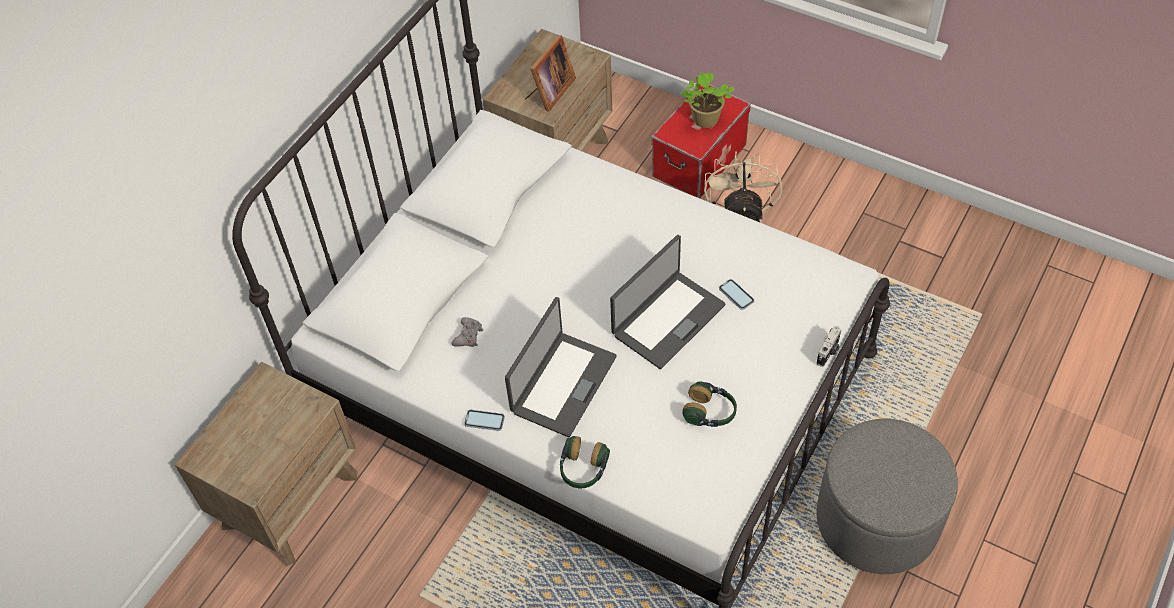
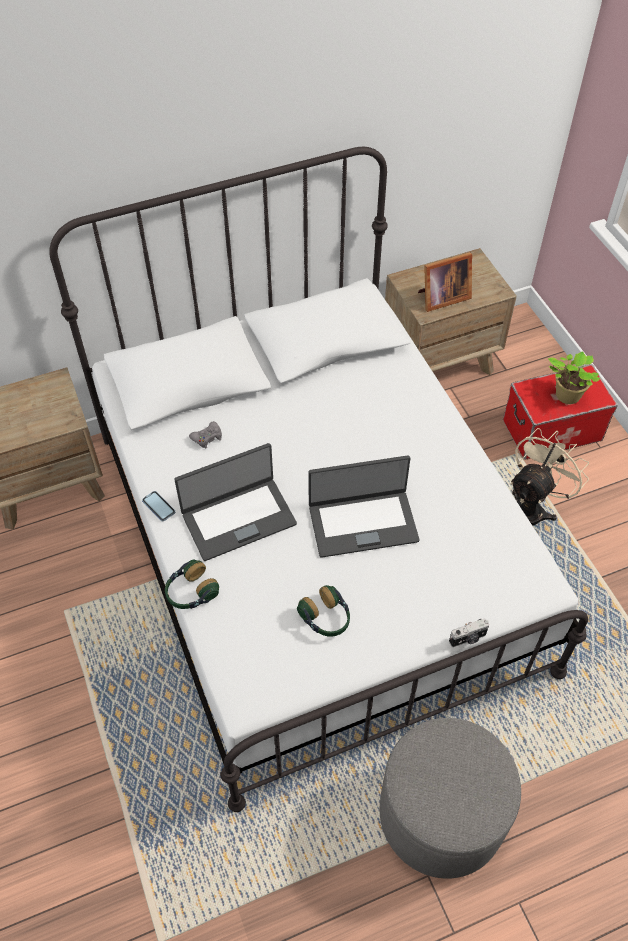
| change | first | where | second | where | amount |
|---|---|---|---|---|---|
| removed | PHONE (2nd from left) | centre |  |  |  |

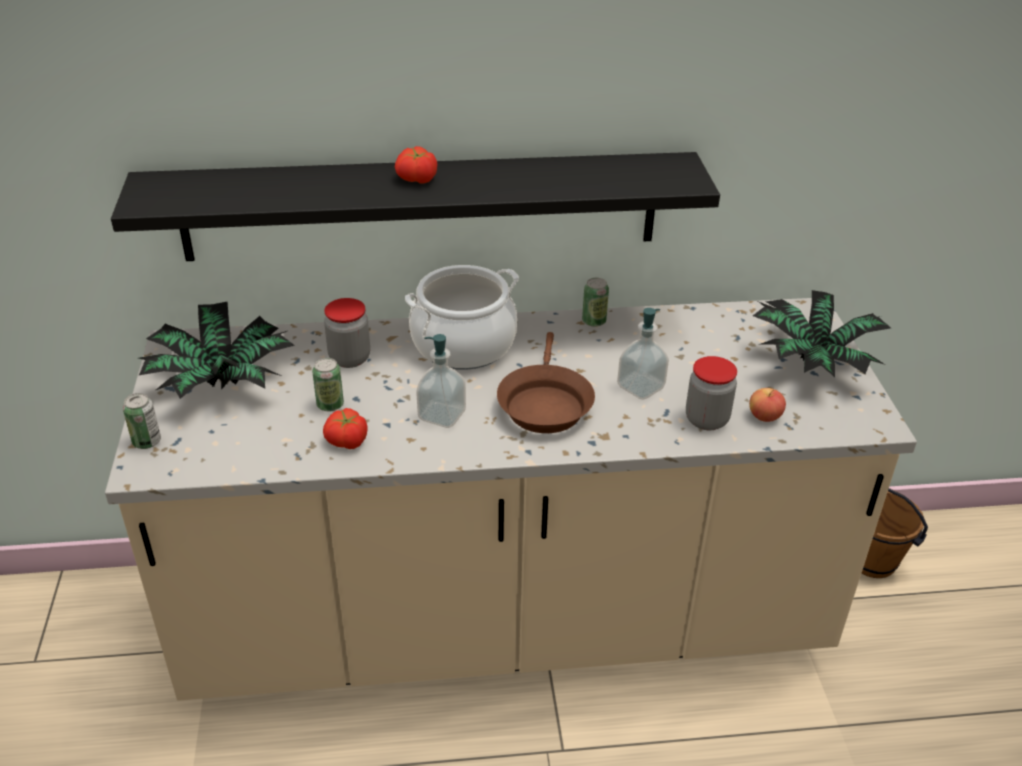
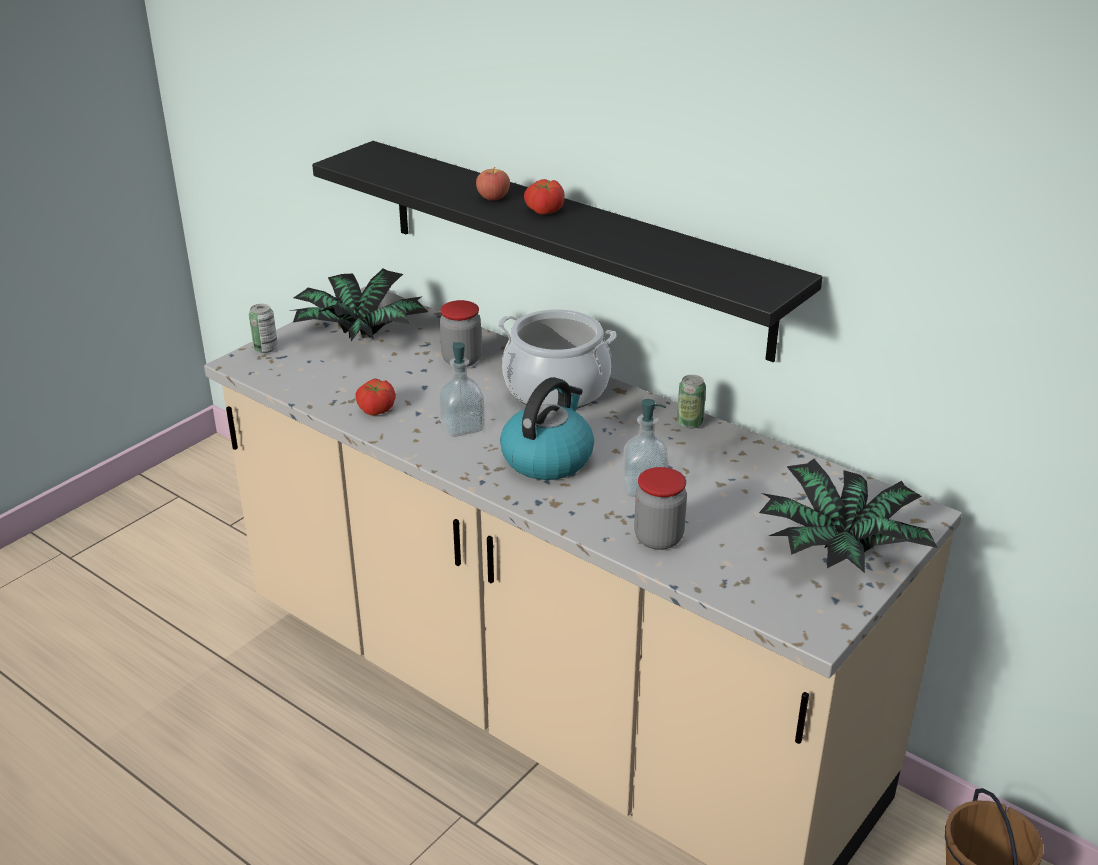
| change | first | where | second | where | amount |
|---|---|---|---|---|---|
| moved | APPLE | middle right |  | top centre |  |
| replaced | BROWN FRYING PAN | centre | KETTLE | centre |  |
| removed | CAN (2nd from left) | middle left |  |  |  |

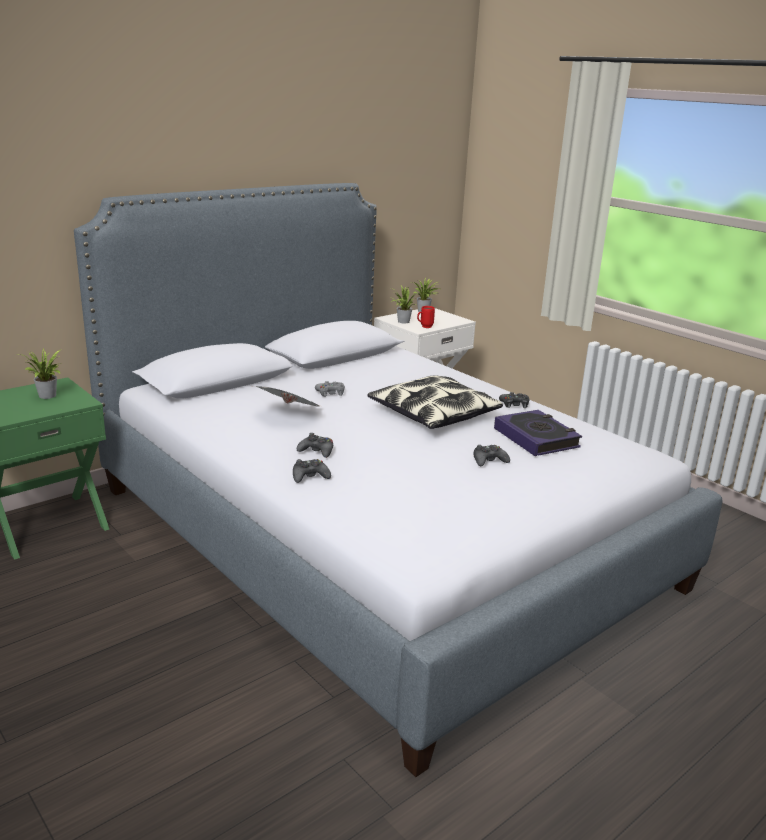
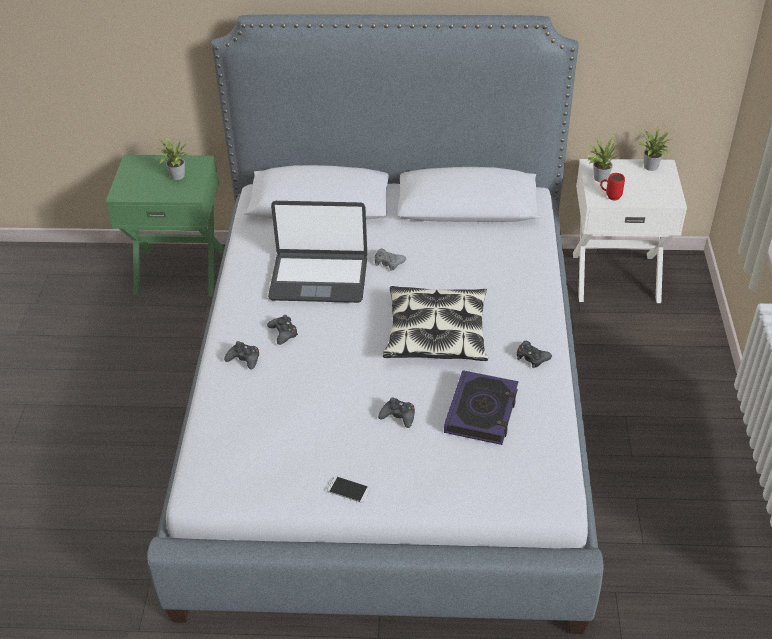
| change | first | where | second | where | amount |
|---|---|---|---|---|---|
| replaced | NEWSPAPER | centre | LAPTOP | centre |  |
| added |  |  | PHONE | bottom centre |  |

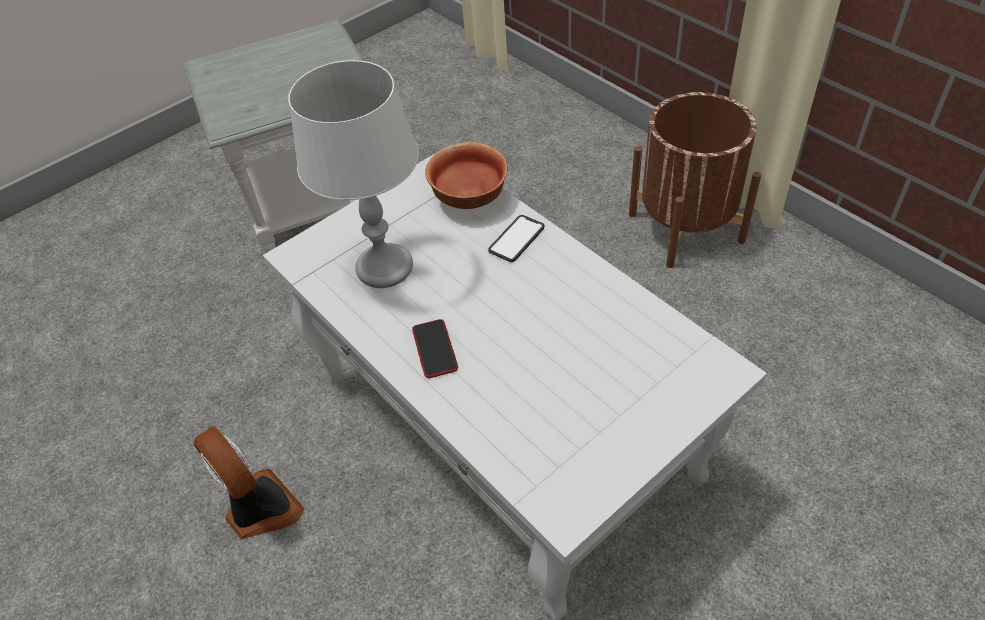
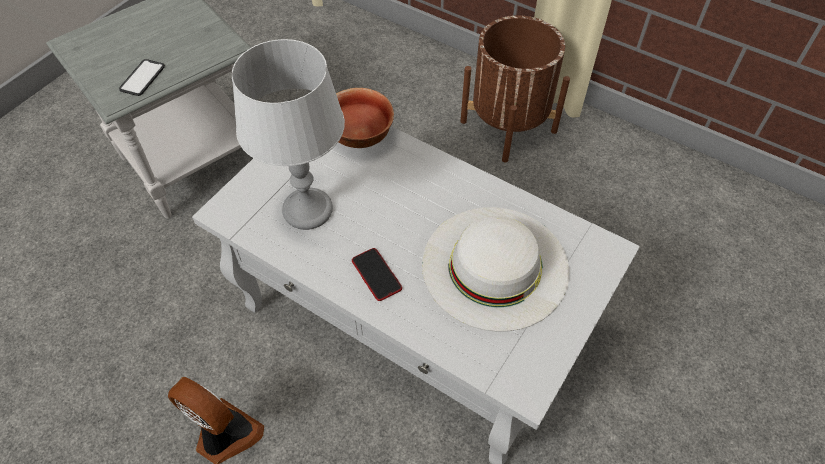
| change | first | where | second | where | amount |
|---|---|---|---|---|---|
| moved | PHONE (2nd from left in the first image) | centre | PHONE (1st from left) | top left |  |
| added |  |  | WHITE HAT | centre |  |

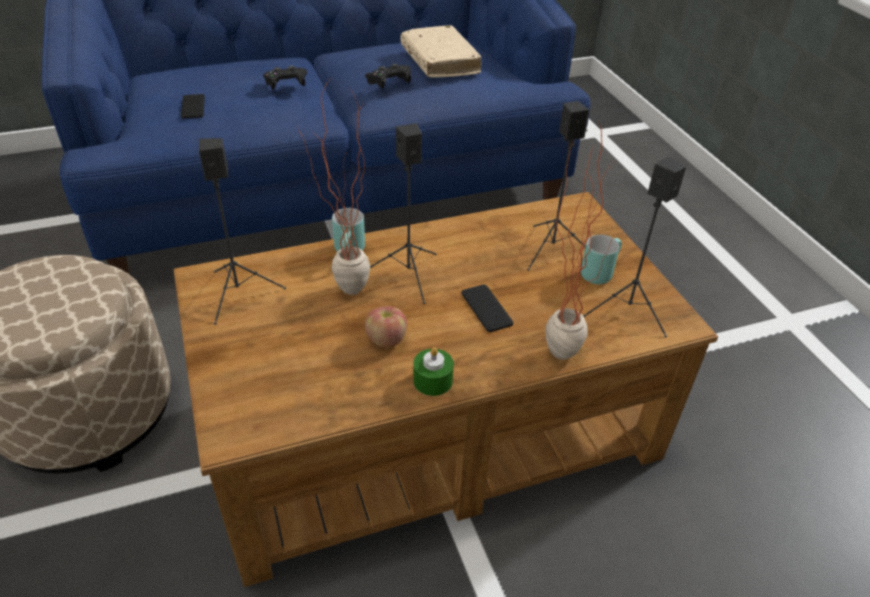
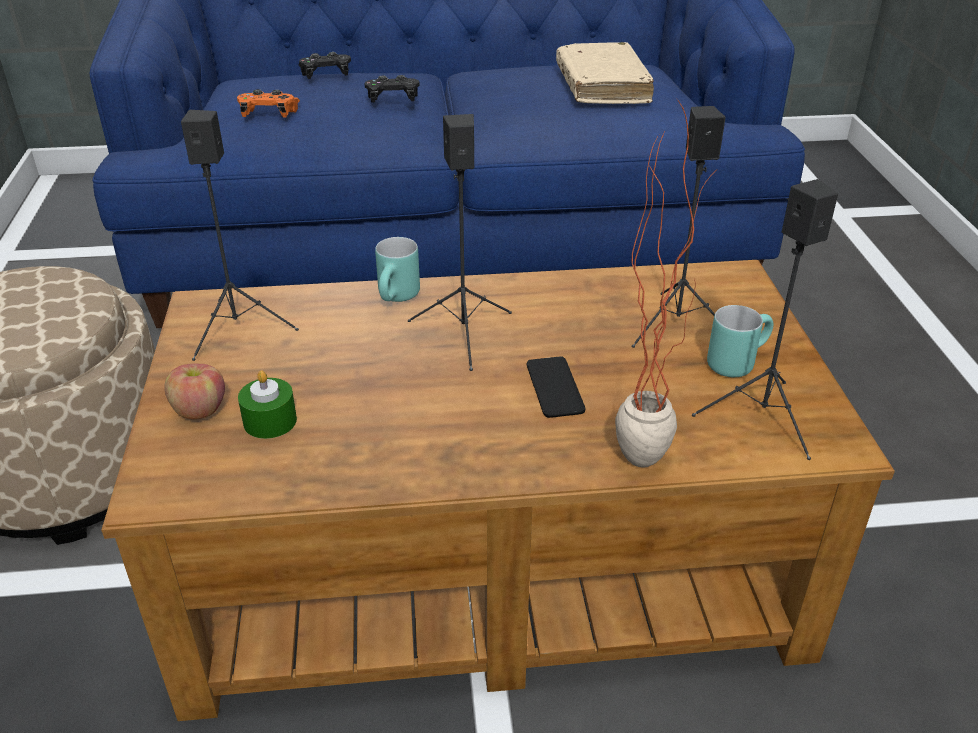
| change | first | where | second | where | amount |
|---|---|---|---|---|---|
| moved | APPLE | centre |  | middle left |  |
| replaced | PHONE (1st from left) | top left | ORANGE GAME CONTROLLER | top left |  |
| moved | GREEN CANDLE | centre |  | middle left |  |
| moved | BLACK GAME CONTROLLER (2nd from left in the first image) | top centre | BLACK GAME CONTROLLER (1st from left) | top left |  |
| removed | POTTED PLANT (1st from left) | top centre |  |  |  |

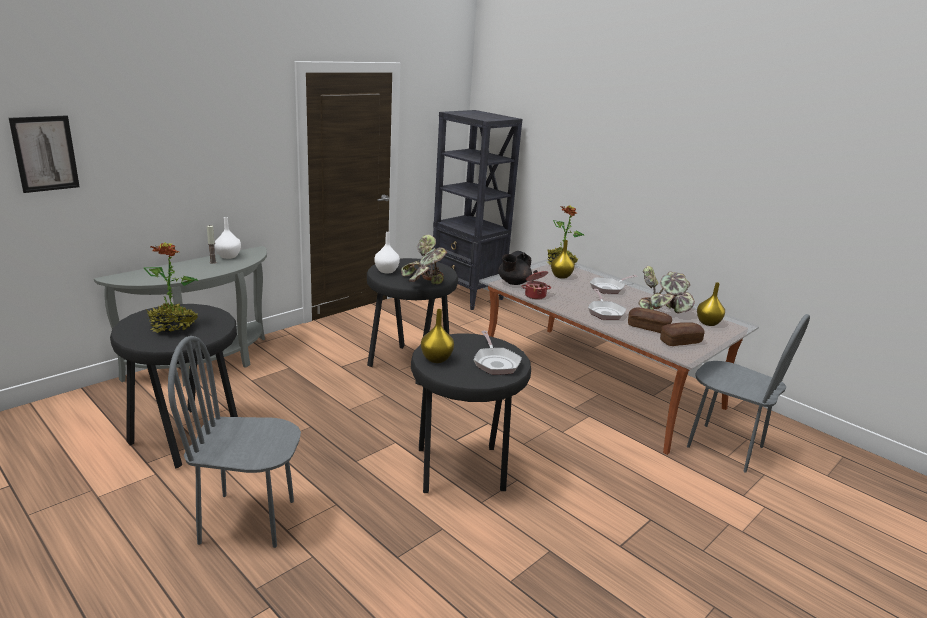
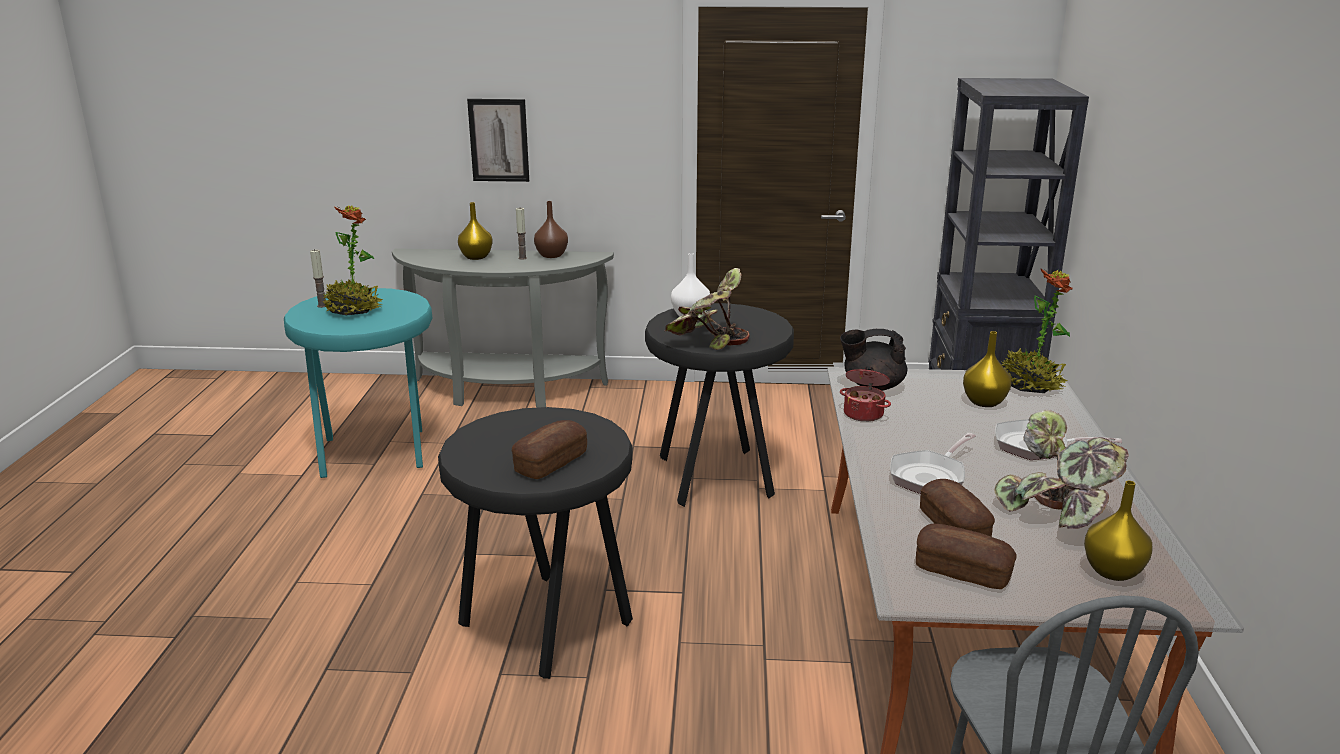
| change | first | where | second | where | amount |
|---|---|---|---|---|---|
| recoloured | BLACK STOOL (1st from left) | middle left | TURQUOISE STOOL | middle left |  |
| added |  |  | CANDLE (1st from left) | middle left |  |
| moved | YELLOW VASE (1st from left) | centre |  | top centre |  |
| moved | PICTURE | top left |  | top centre |  |
| replaced | FRYING PAN (1st from left) | centre | BREAD (1st from left) | centre |  |
| recoloured | WHITE VASE (1st from left) | middle left | BROWN VASE | top centre |  |
| removed | GREY CHAIR (1st from left) | bottom left |  |  |  |

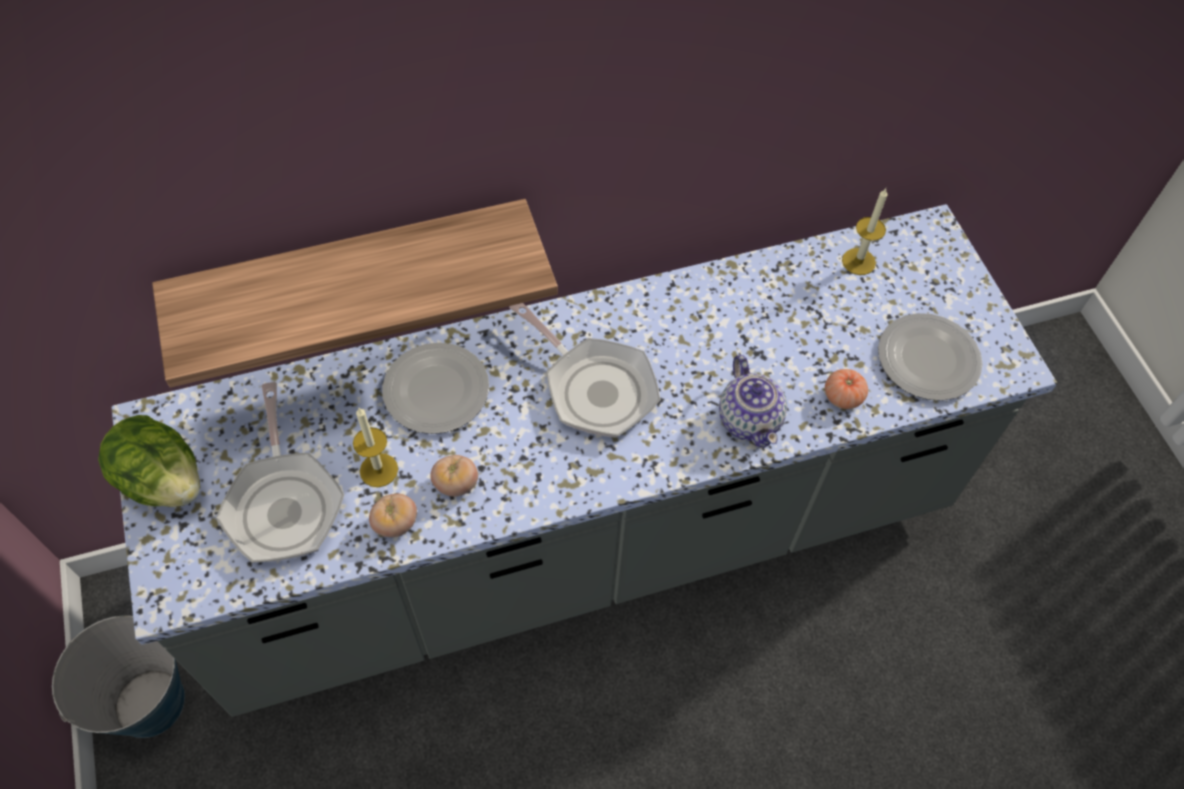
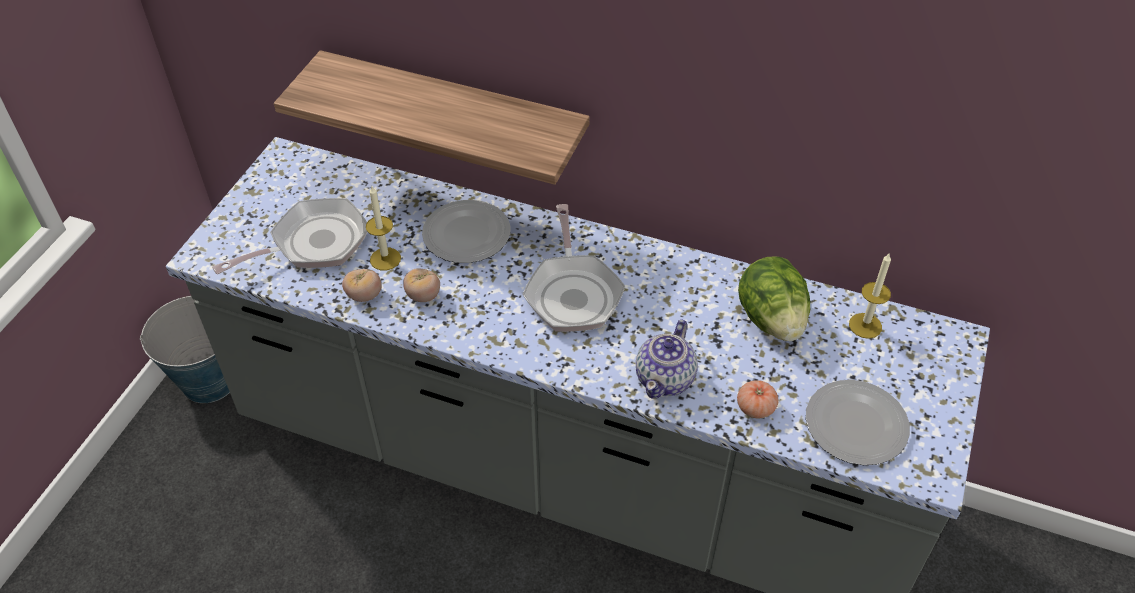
| change | first | where | second | where | amount |
|---|---|---|---|---|---|
| turned | FRYING PAN (1st from left) | middle left |  | middle left | 150 degrees counterclockwise |
| moved | LETTUCE | middle left |  | middle right |  |

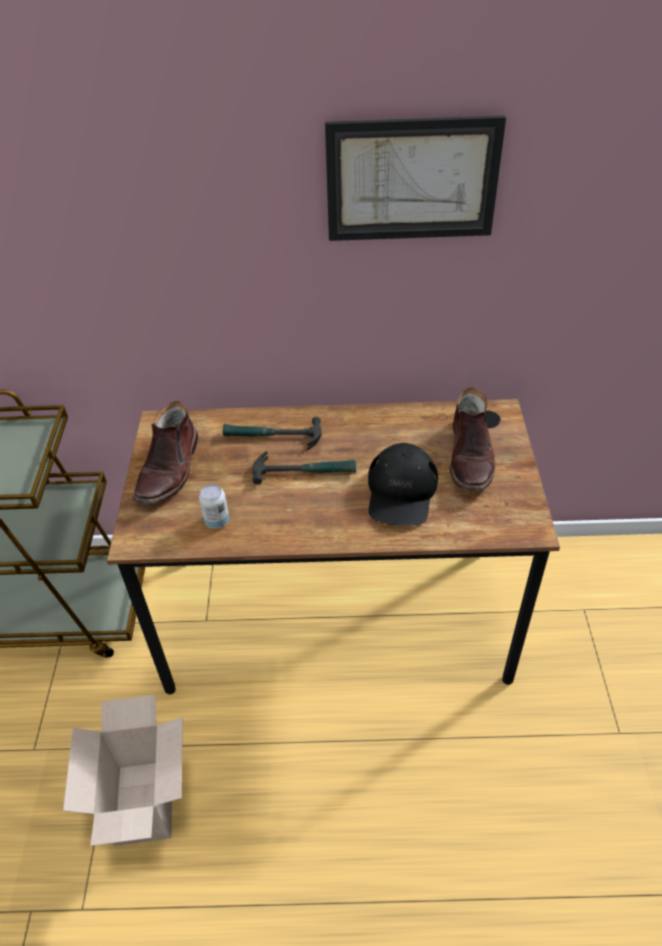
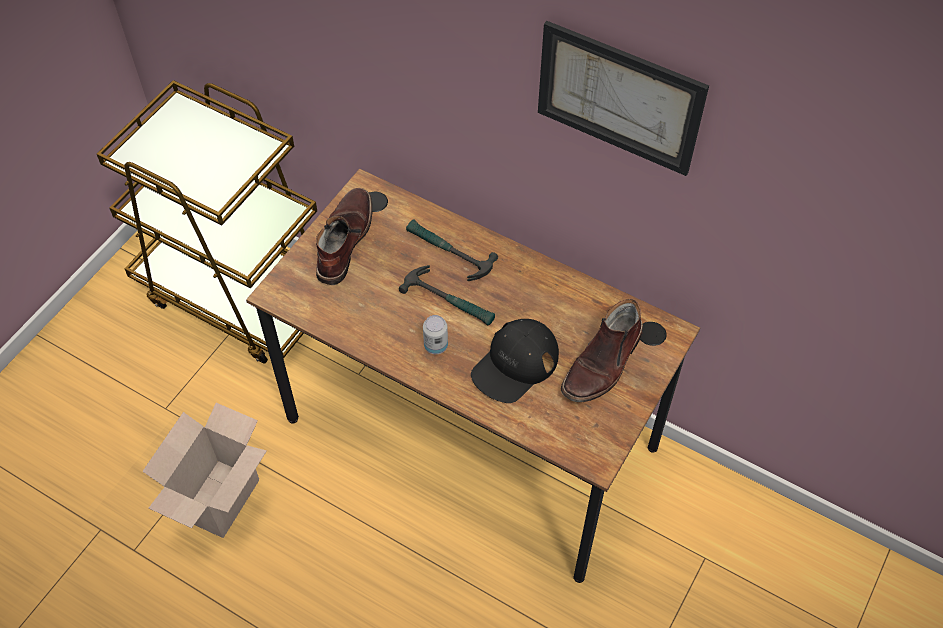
| change | first | where | second | where | amount |
|---|---|---|---|---|---|
| turned | BROWN BOOT (1st from left) | middle left |  | centre | 150 degrees clockwise |
| moved | CAN | middle left |  | centre |  |

